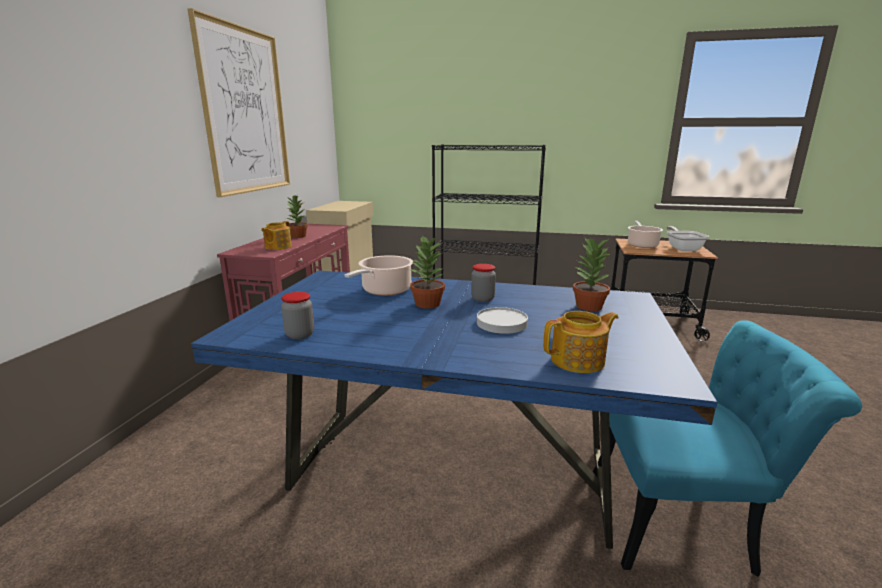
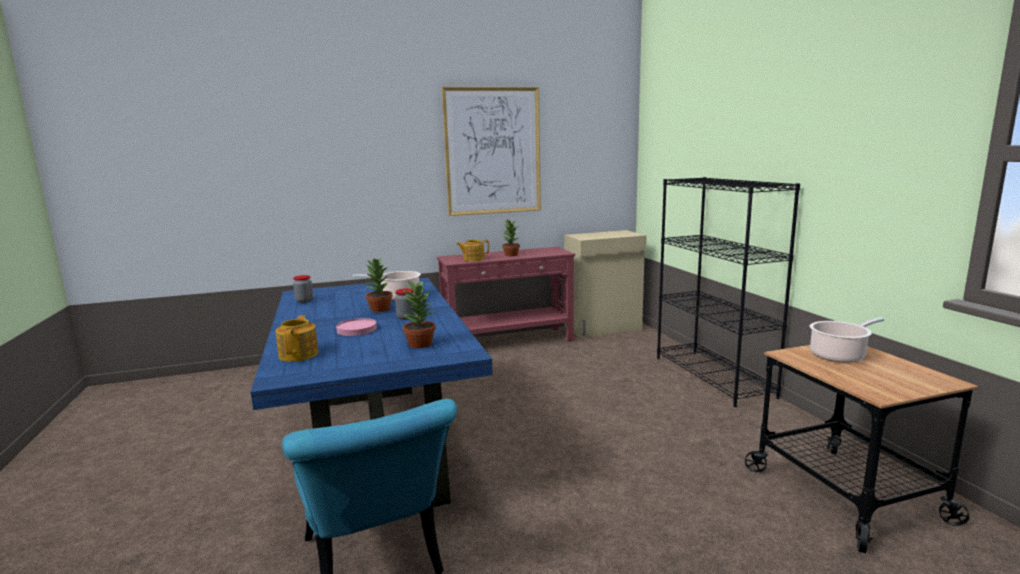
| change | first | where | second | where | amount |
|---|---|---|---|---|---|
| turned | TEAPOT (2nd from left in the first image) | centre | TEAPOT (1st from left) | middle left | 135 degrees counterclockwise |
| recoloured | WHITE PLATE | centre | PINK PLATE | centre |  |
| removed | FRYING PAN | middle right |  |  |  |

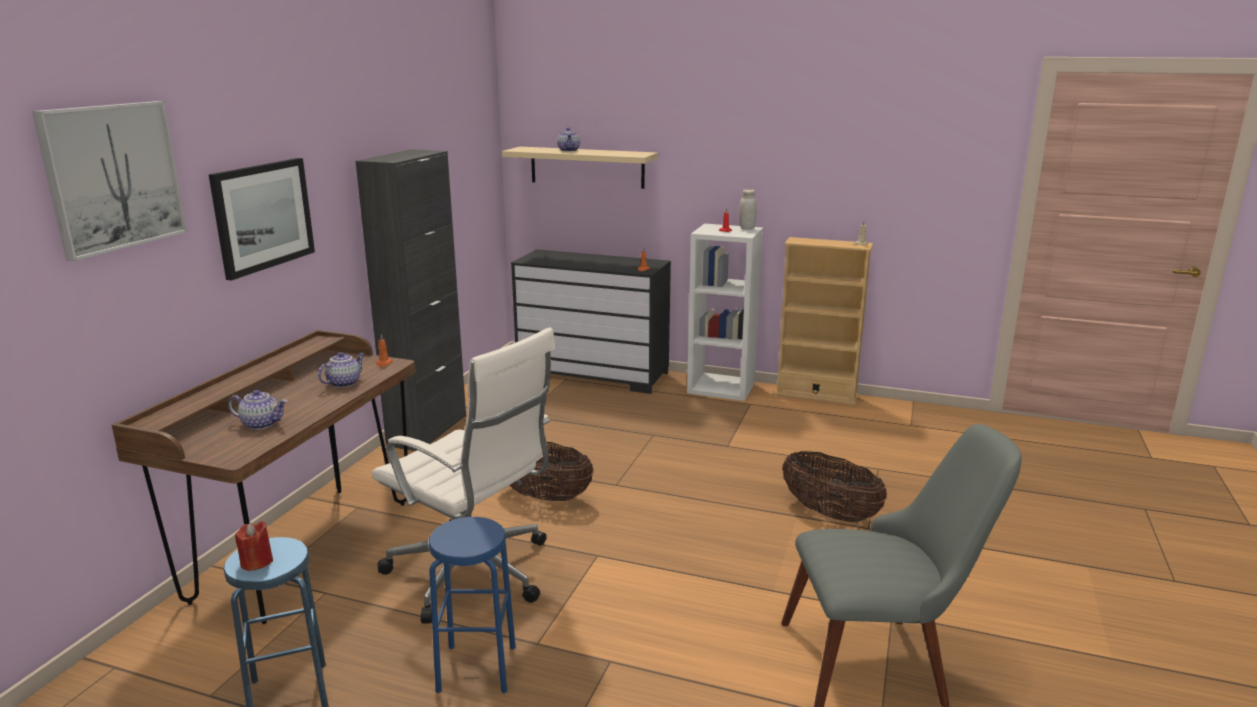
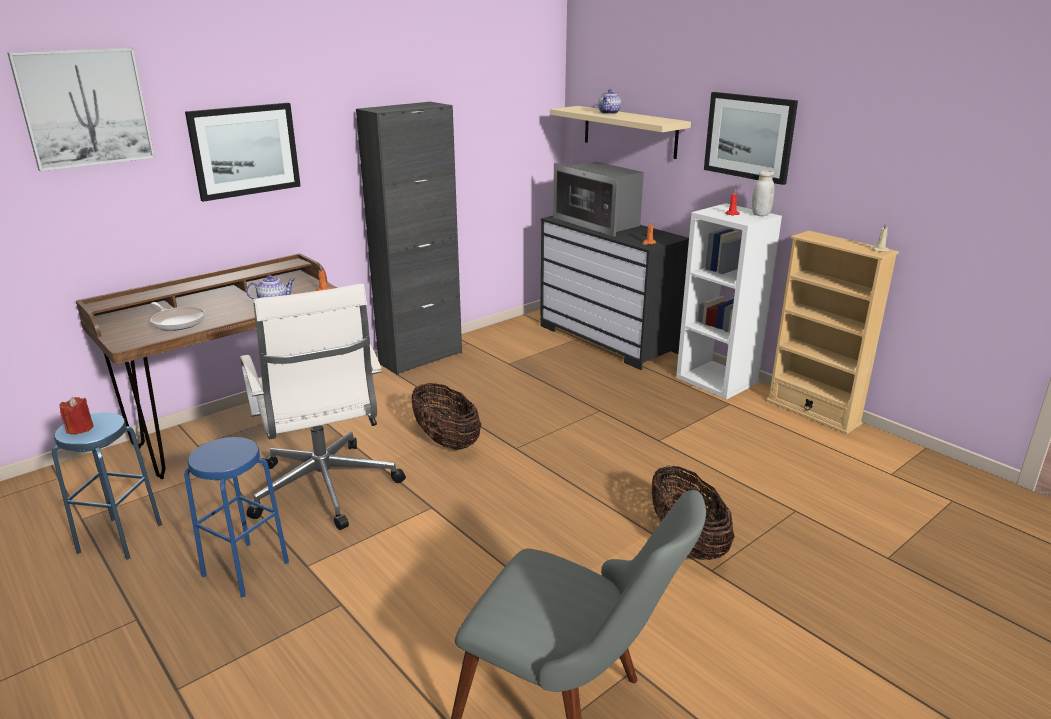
| change | first | where | second | where | amount |
|---|---|---|---|---|---|
| replaced | TEAPOT (1st from left) | middle left | FRYING PAN | middle left |  |
| added |  |  | MICROWAVE | top centre |  |
| added |  |  | PICTURE (3rd from left) | top right |  |

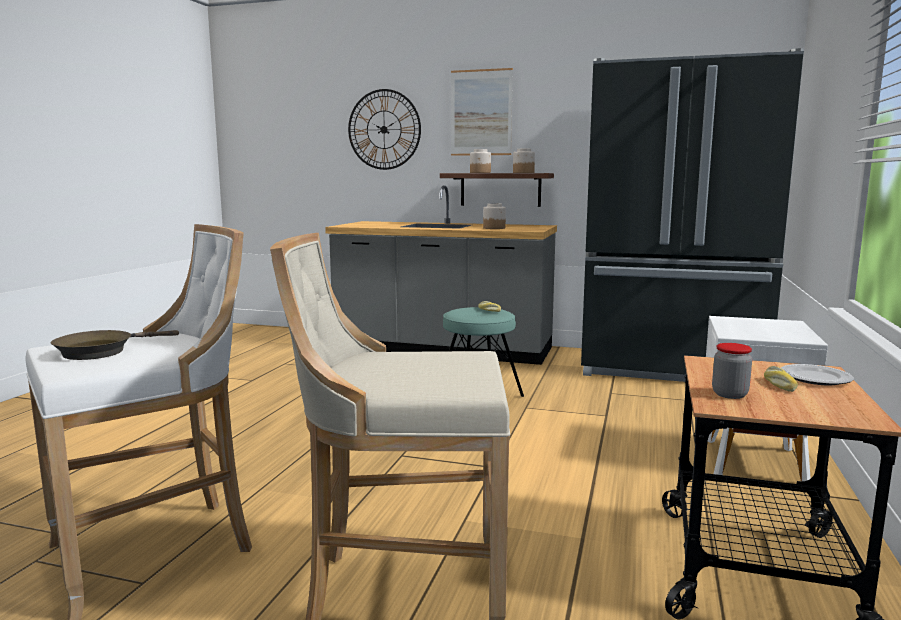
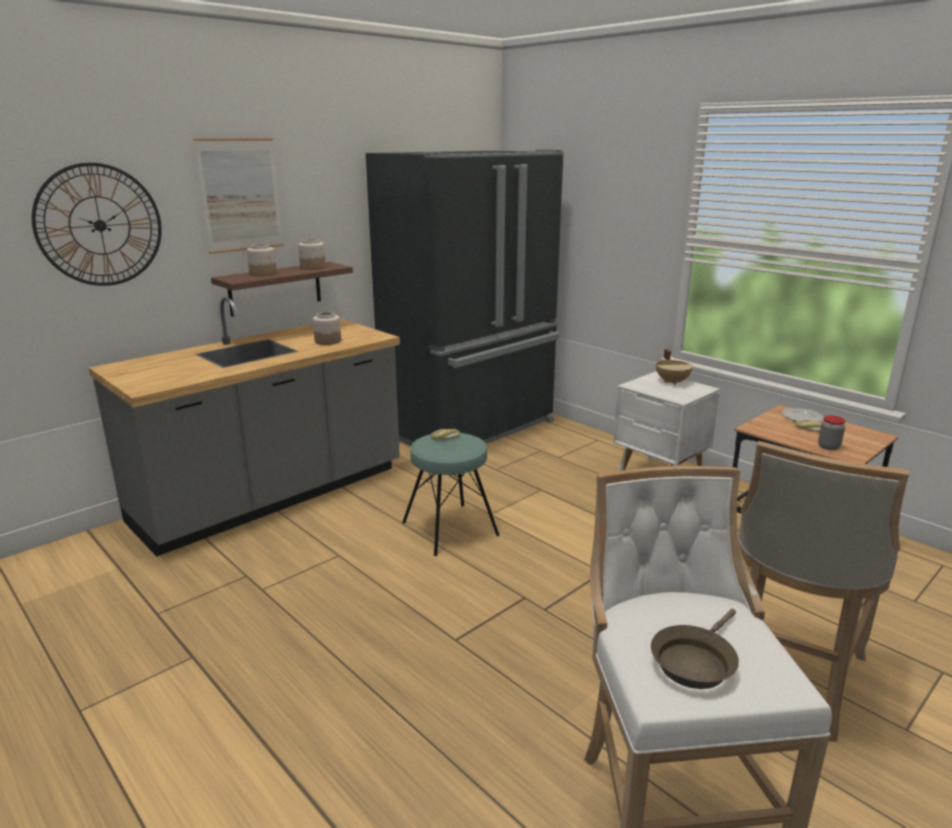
| change | first | where | second | where | amount |
|---|---|---|---|---|---|
| turned | BROWN FRYING PAN | middle left |  | bottom right | 60 degrees clockwise |
| added |  |  | BEIGE COOKING POT | middle right |  |

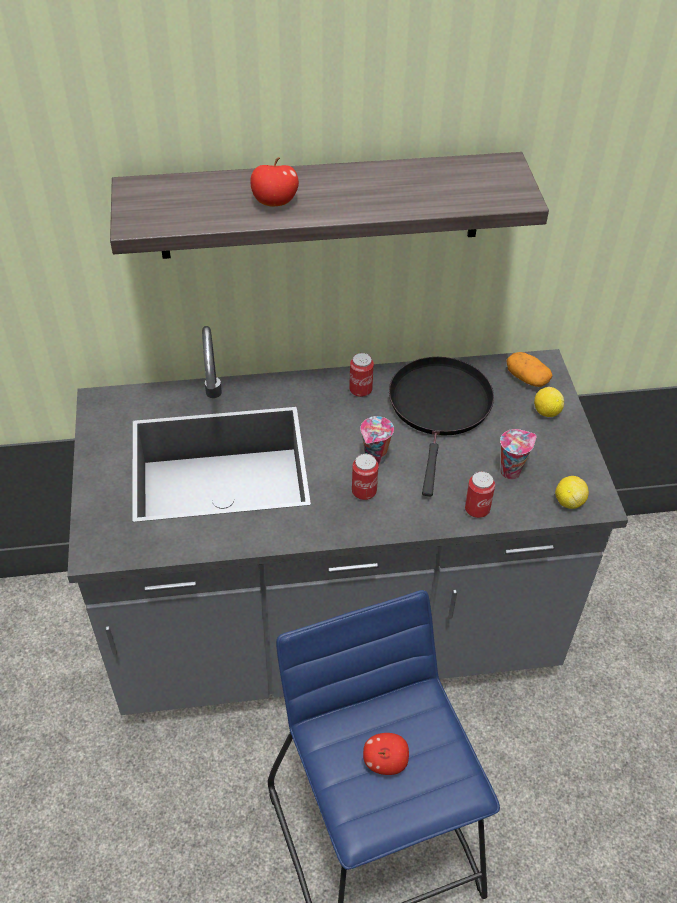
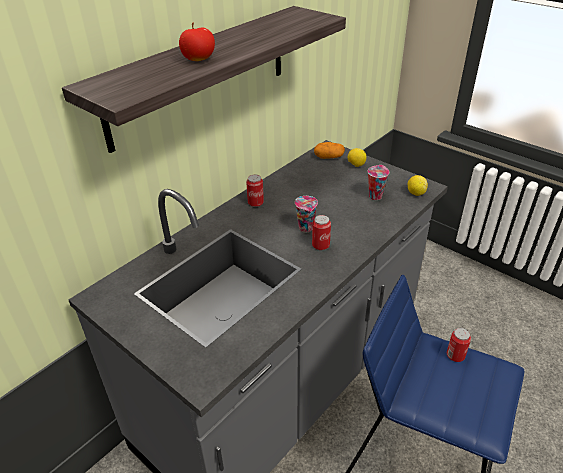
| change | first | where | second | where | amount |
|---|---|---|---|---|---|
| moved | CAN (3rd from left) | middle right |  | bottom right |  |
| removed | APPLE (2nd from left) | bottom centre |  |  |  |
| removed | BLACK FRYING PAN | centre |  |  |  |

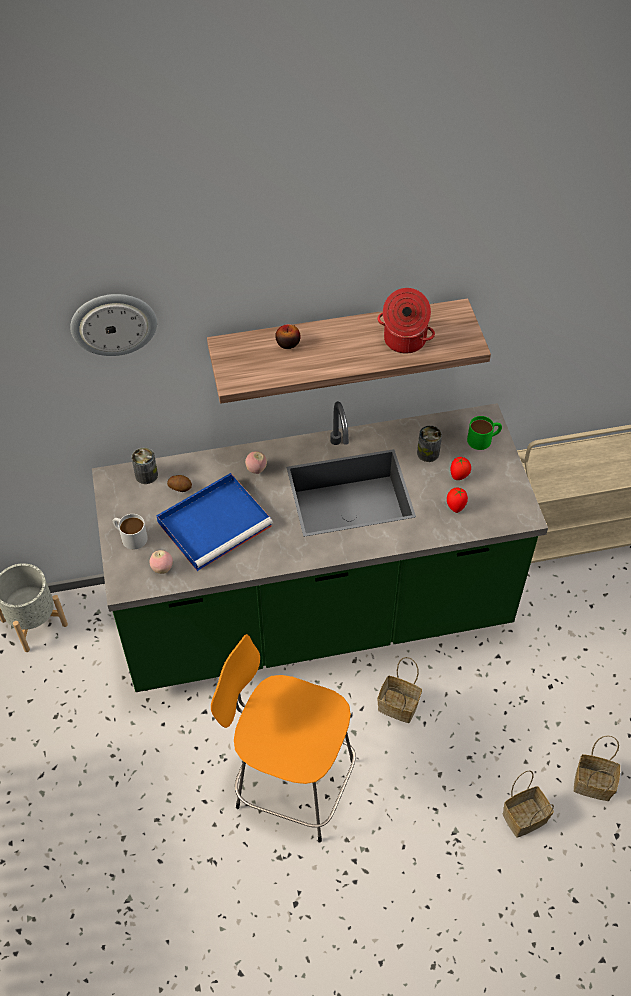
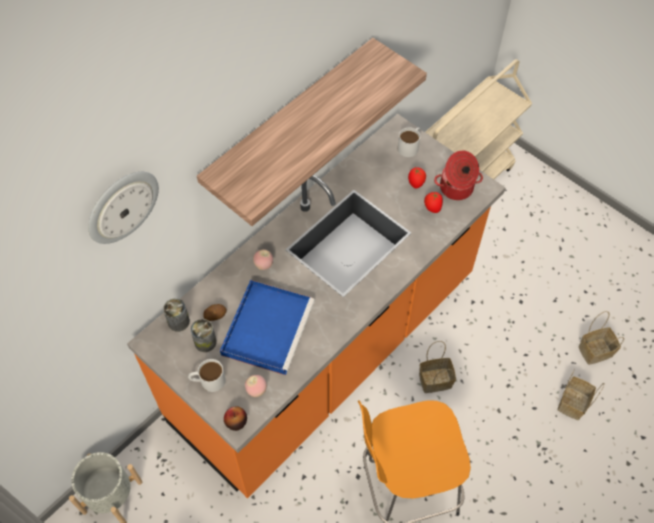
| change | first | where | second | where | amount |
|---|---|---|---|---|---|
| recoloured | GREEN COUNTER | centre | ORANGE COUNTER | centre |  |
| moved | CAN (2nd from left) | middle right |  | middle left |  |
| moved | APPLE (3rd from left in the first image) | centre | APPLE (1st from left) | bottom centre |  |
| recoloured | GREEN MUG | middle right | WHITE MUG (2nd from left) | top centre |  |
| moved | COOKING POT | top centre |  | middle right |  |

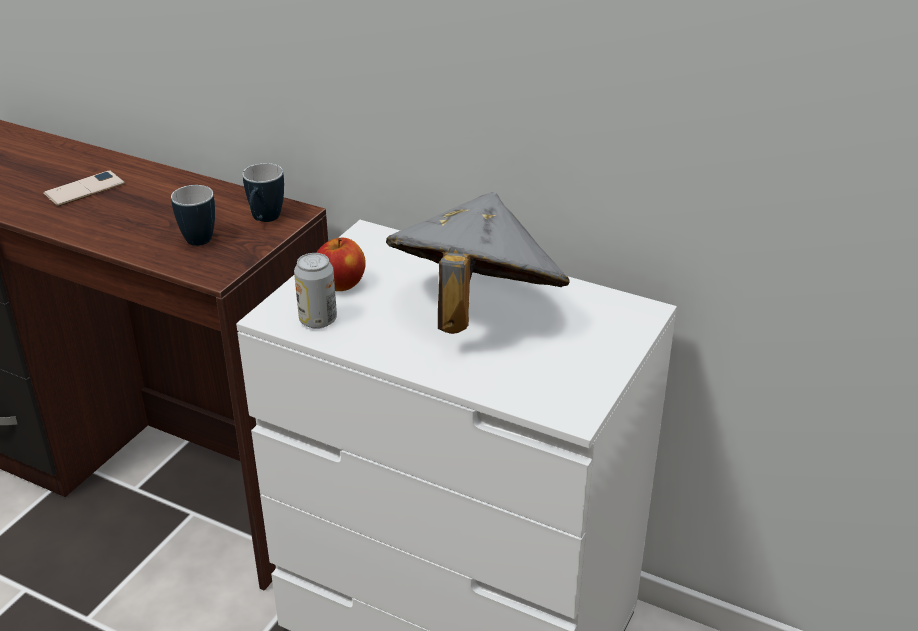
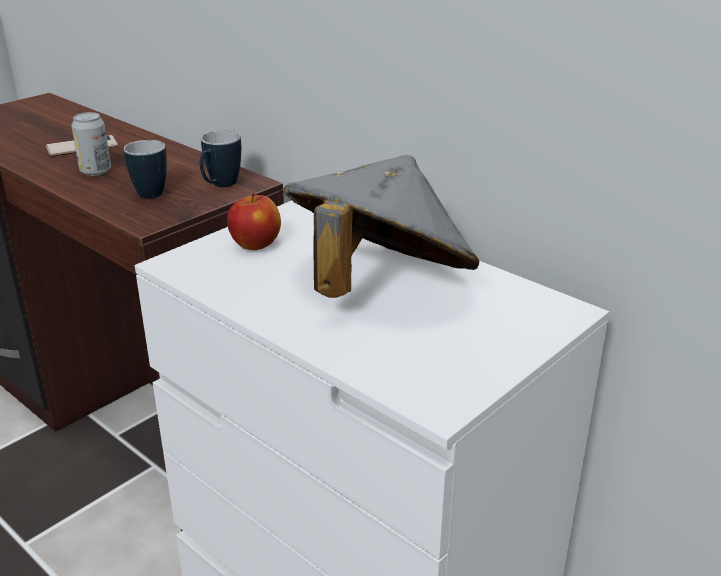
| change | first | where | second | where | amount |
|---|---|---|---|---|---|
| moved | CAN | centre |  | top left |  |

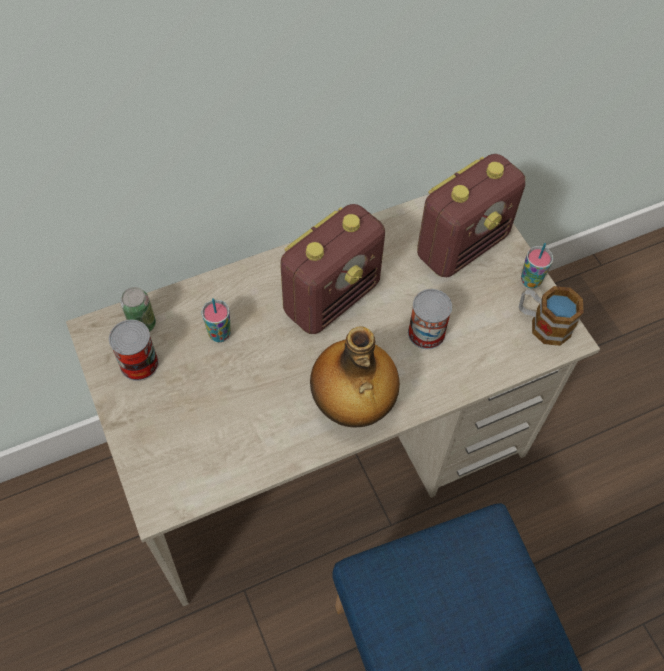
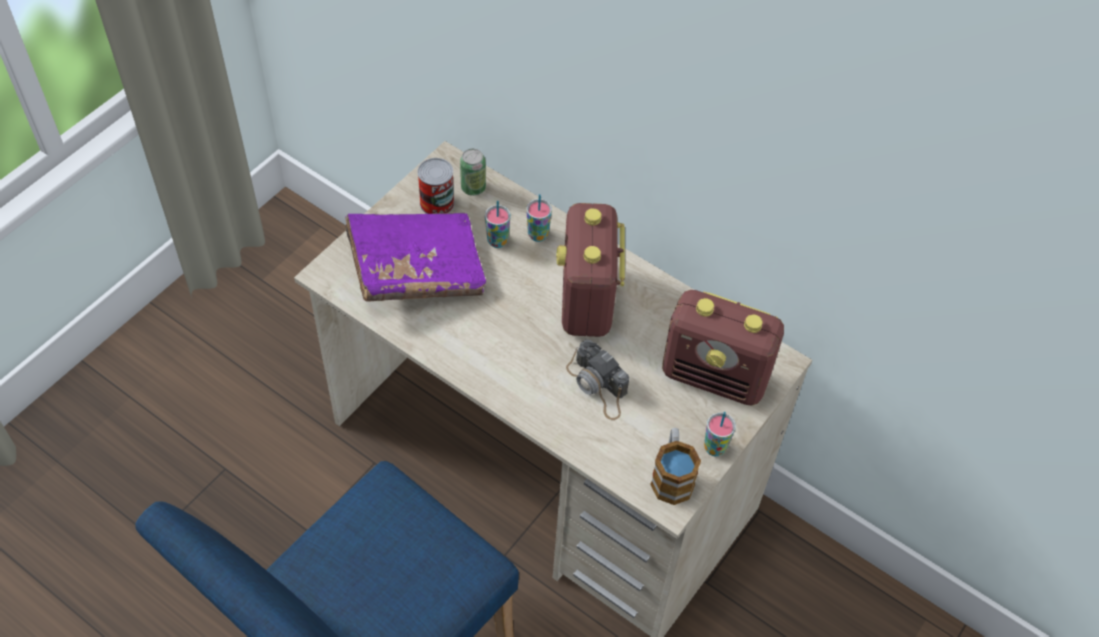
| change | first | where | second | where | amount |
|---|---|---|---|---|---|
| added |  |  | PURPLE BOOK | centre |  |
| added |  |  | CUP (2nd from left) | centre |  |
| turned | RADIO (1st from left) | centre |  | centre | 75 degrees clockwise |
| replaced | CAN (3rd from left) | centre | PHOTO CAMERA | centre |  |
| removed | BOTTLE | centre |  |  |  |

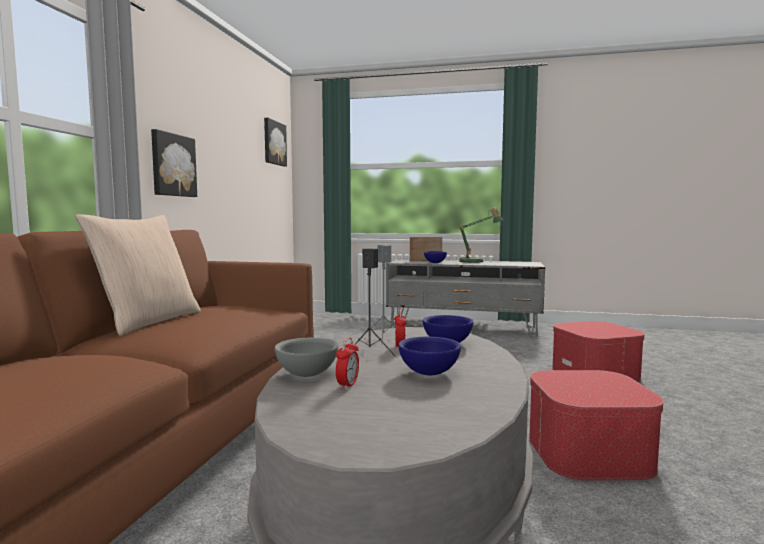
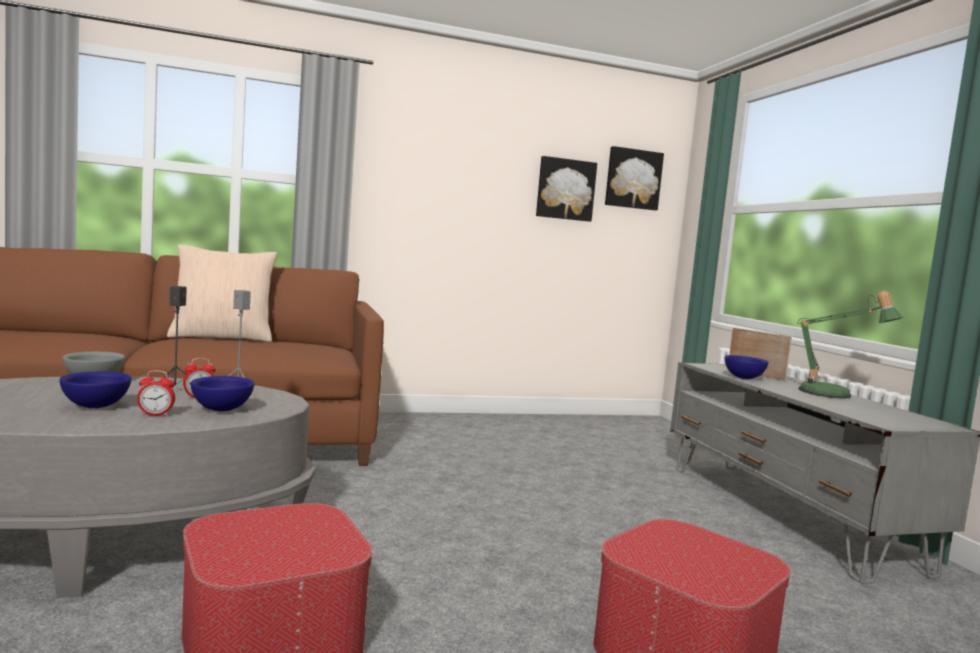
| change | first | where | second | where | amount |
|---|---|---|---|---|---|
| moved | ALARM CLOCK (1st from left) | bottom centre |  | middle left |  |
| moved | PICTURE (1st from left) | top left |  | top centre |  |

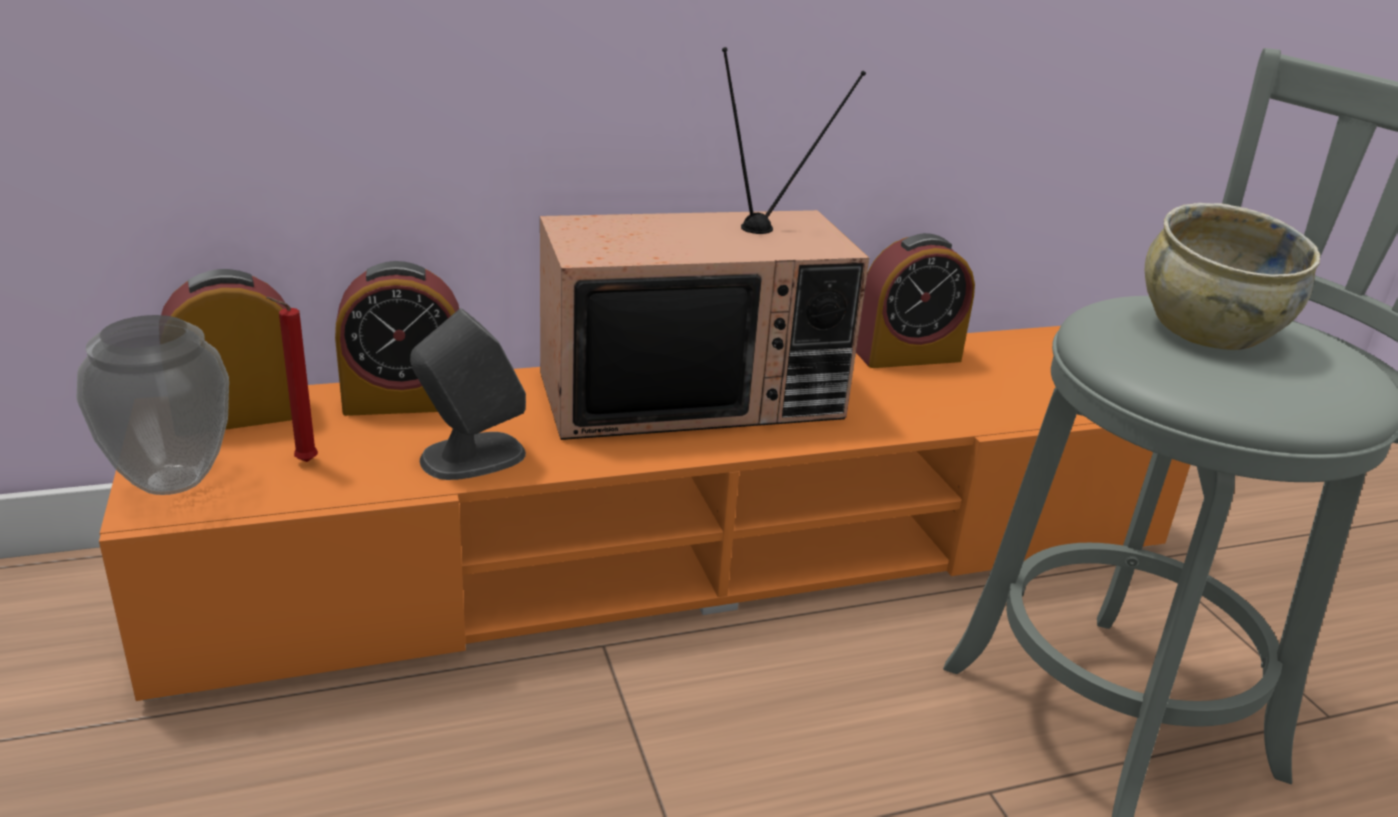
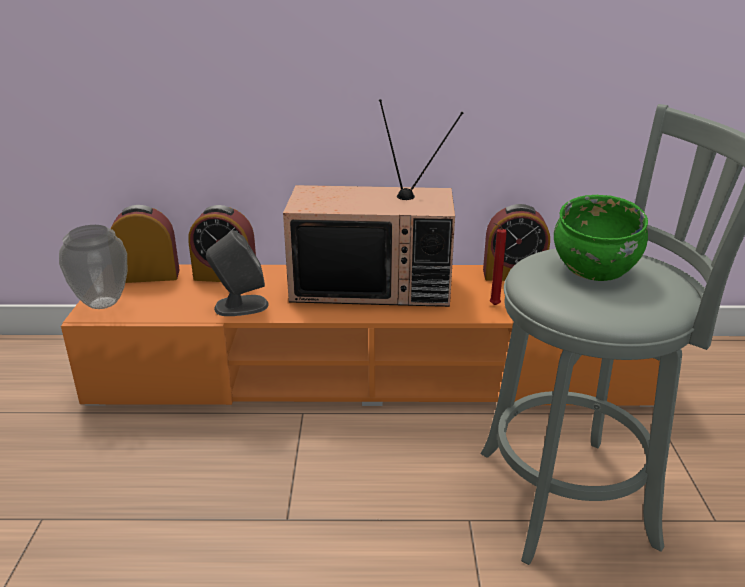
| change | first | where | second | where | amount |
|---|---|---|---|---|---|
| moved | RED CANDLE | middle left |  | middle right |  |
| recoloured | BEIGE BOWL | middle right | GREEN BOWL | middle right |  |

